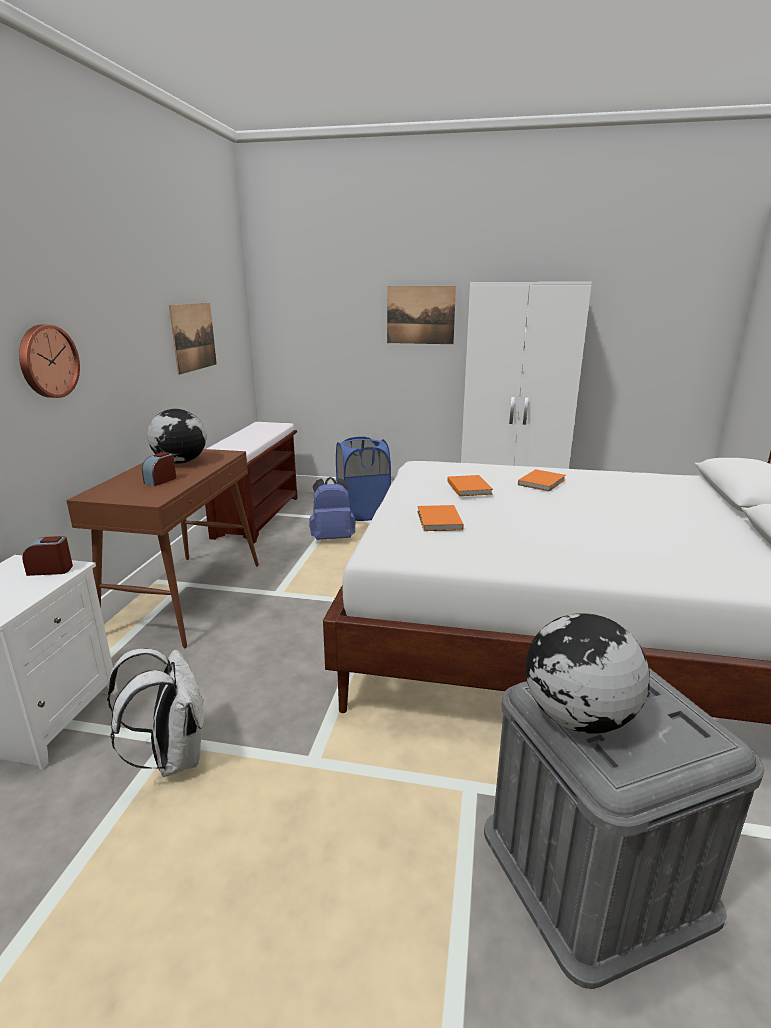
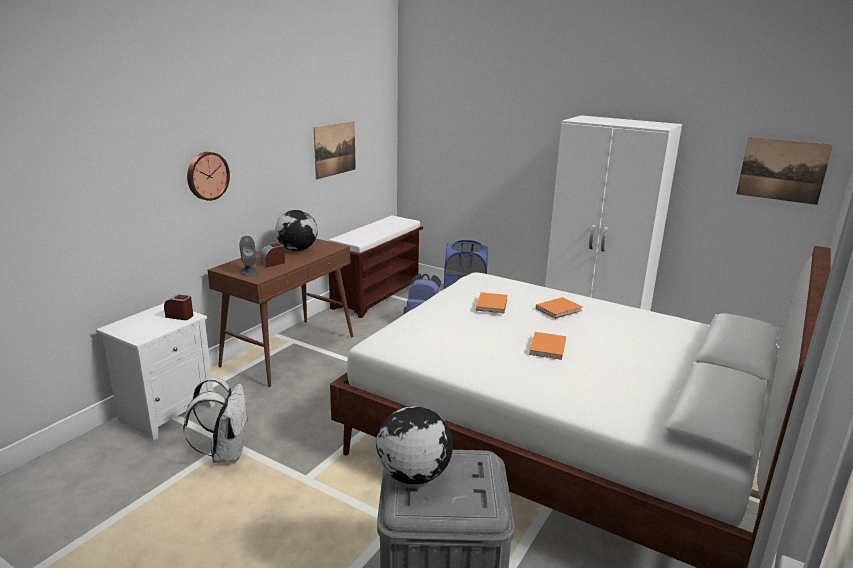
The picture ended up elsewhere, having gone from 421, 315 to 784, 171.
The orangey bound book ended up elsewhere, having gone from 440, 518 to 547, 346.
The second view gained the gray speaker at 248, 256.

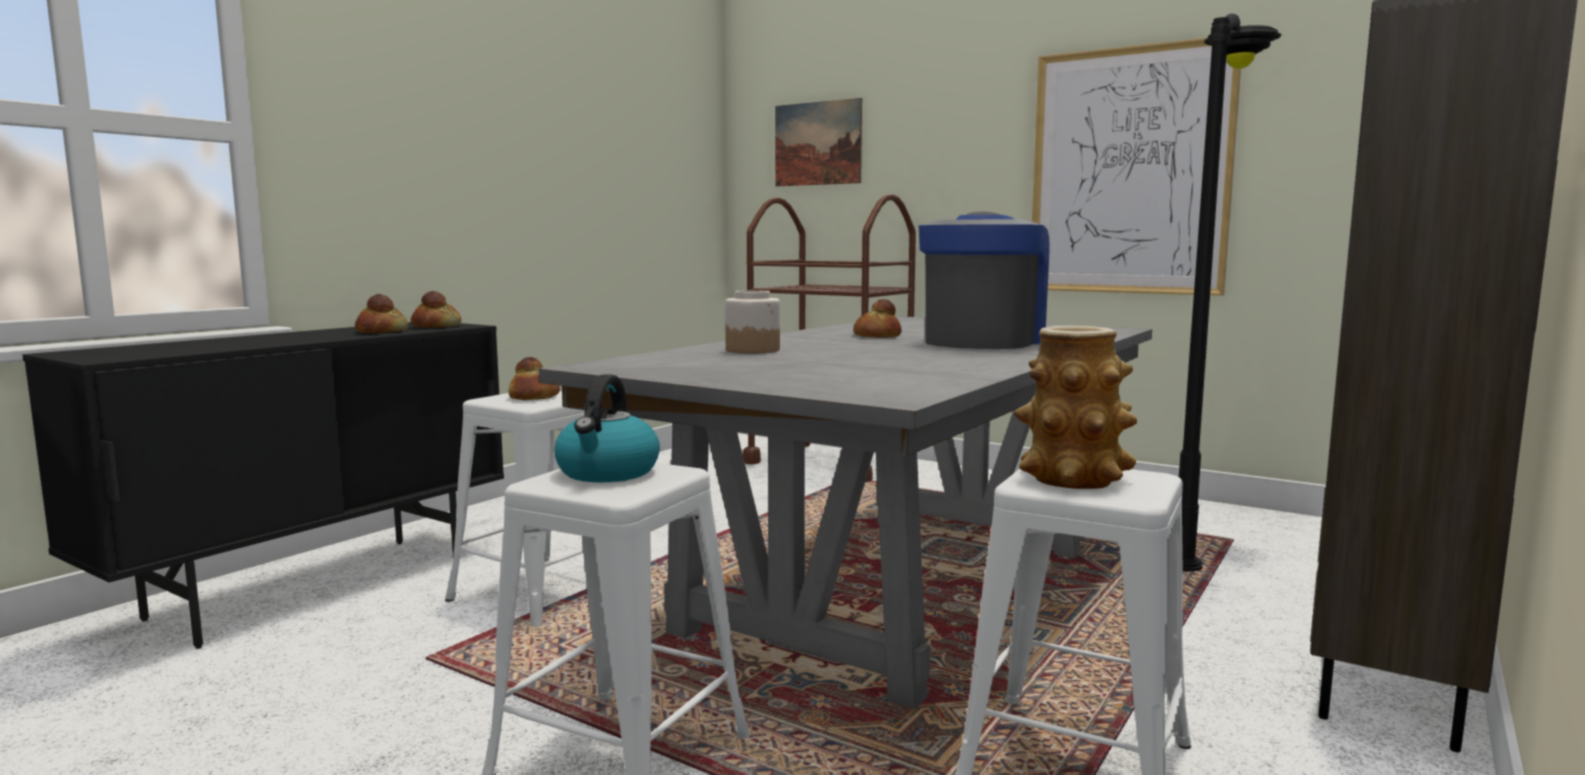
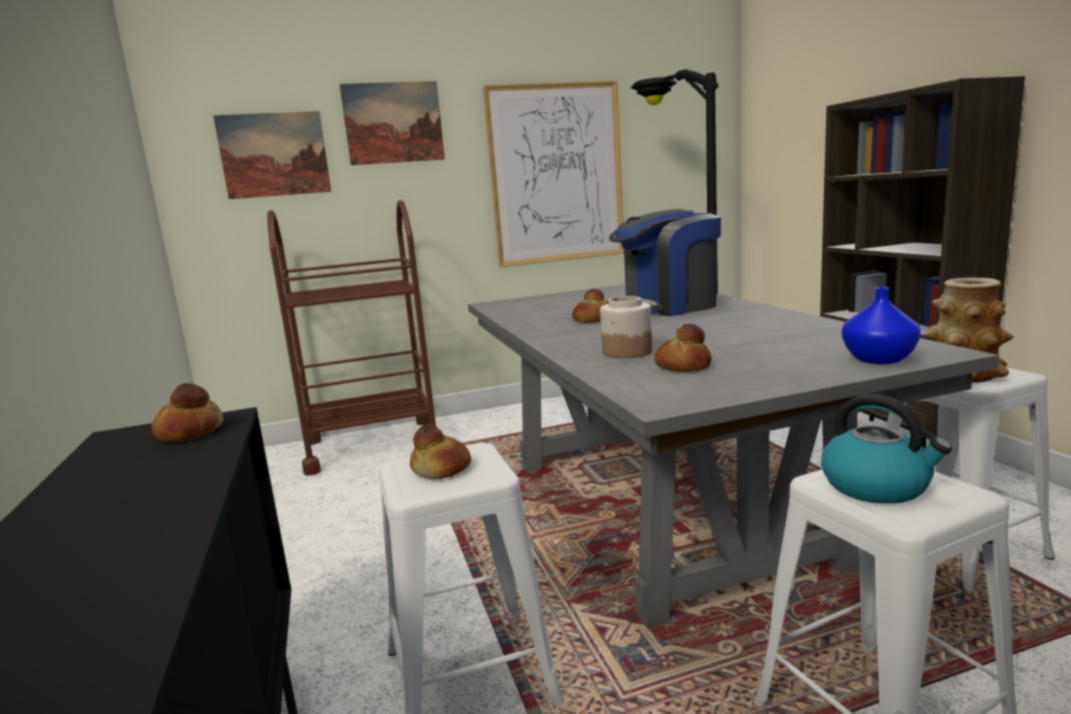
The bakery bread ended up elsewhere, having gone from 382, 313 to 683, 348.
The coffee brewer at 984, 280 ended up facing another way, 90 degrees counterclockwise from before.
The second view gained the picture at 392, 123.
The second view gained the bluish vase at 881, 325.

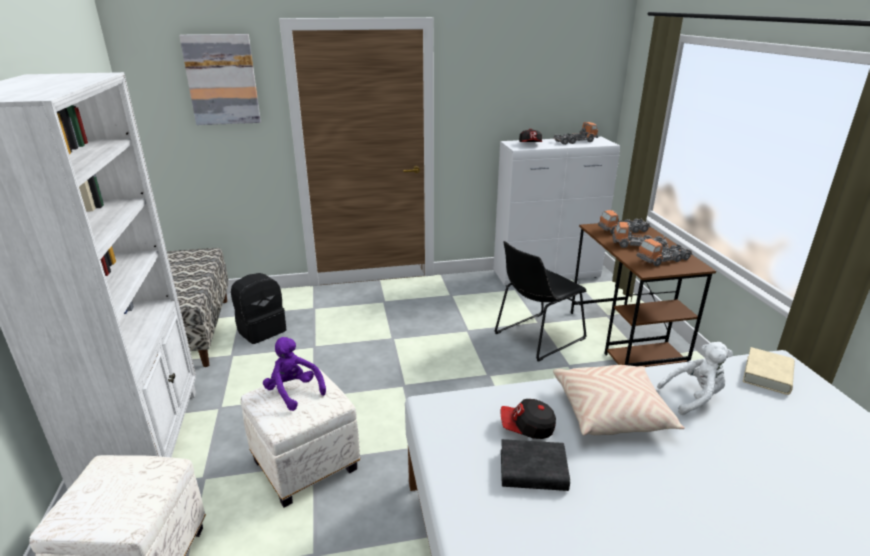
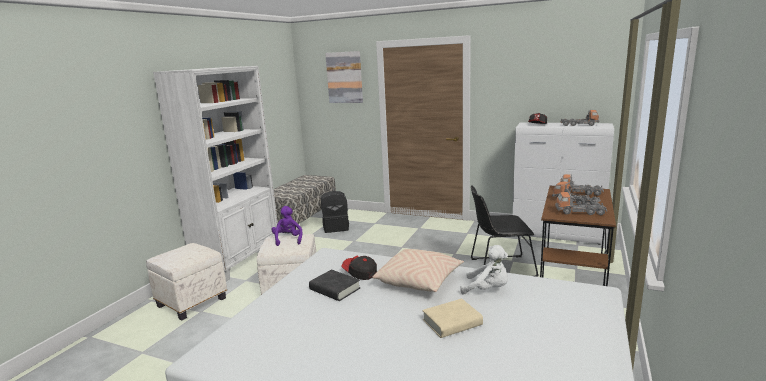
The beige bound book ended up elsewhere, having gone from 769, 371 to 452, 318.

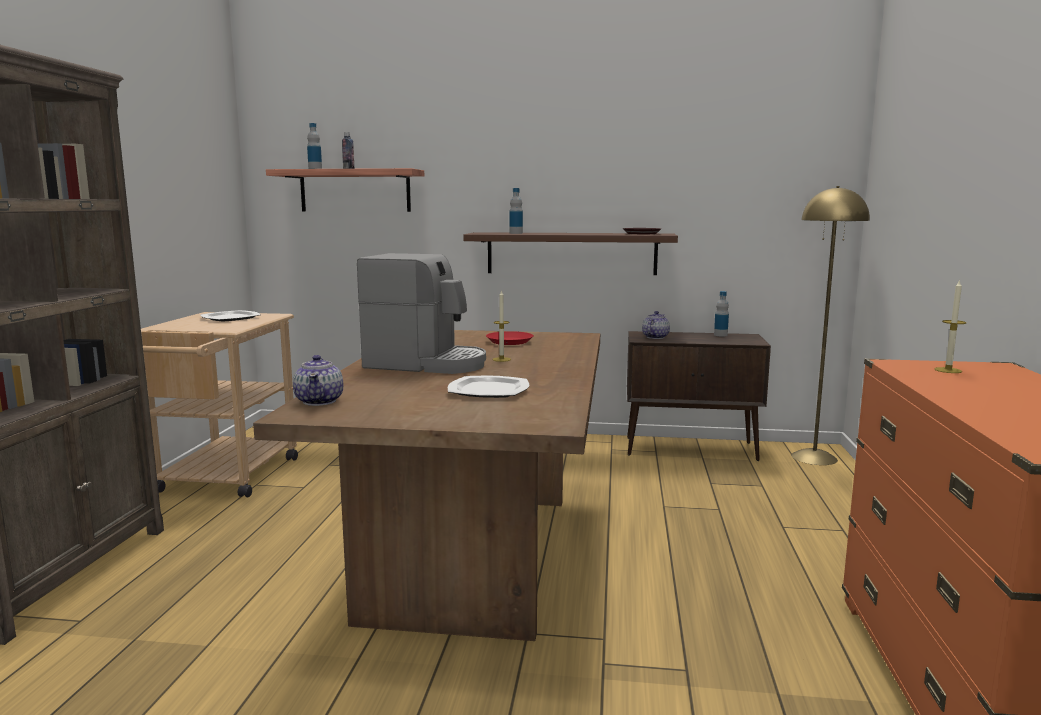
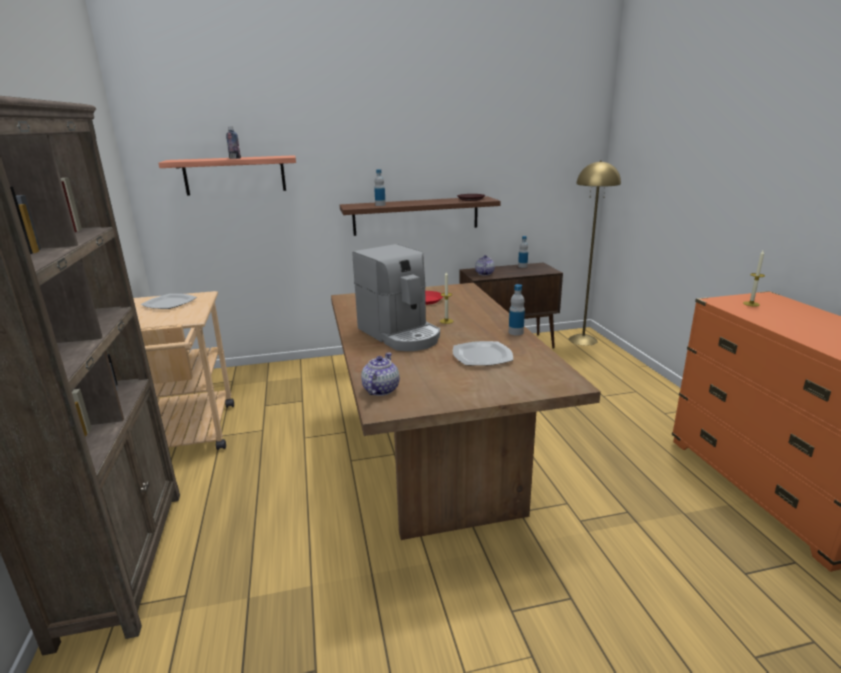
The teapot at 318, 380 ended up facing another way, 135 degrees counterclockwise from before.
The beverage bottle ended up elsewhere, having gone from 314, 146 to 517, 310.
The coffee brewer at 421, 313 ended up facing another way, 60 degrees clockwise from before.

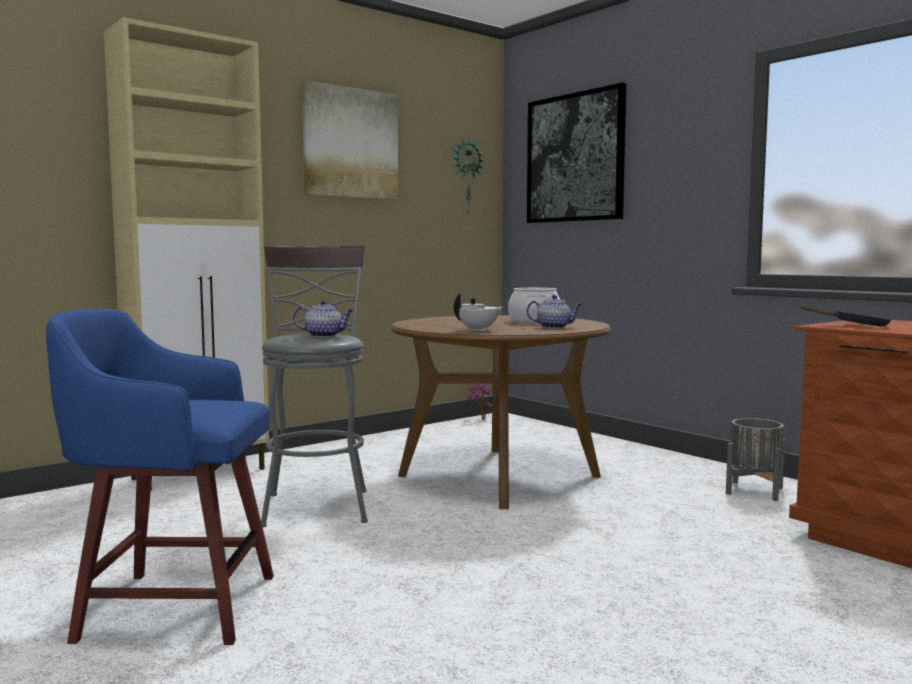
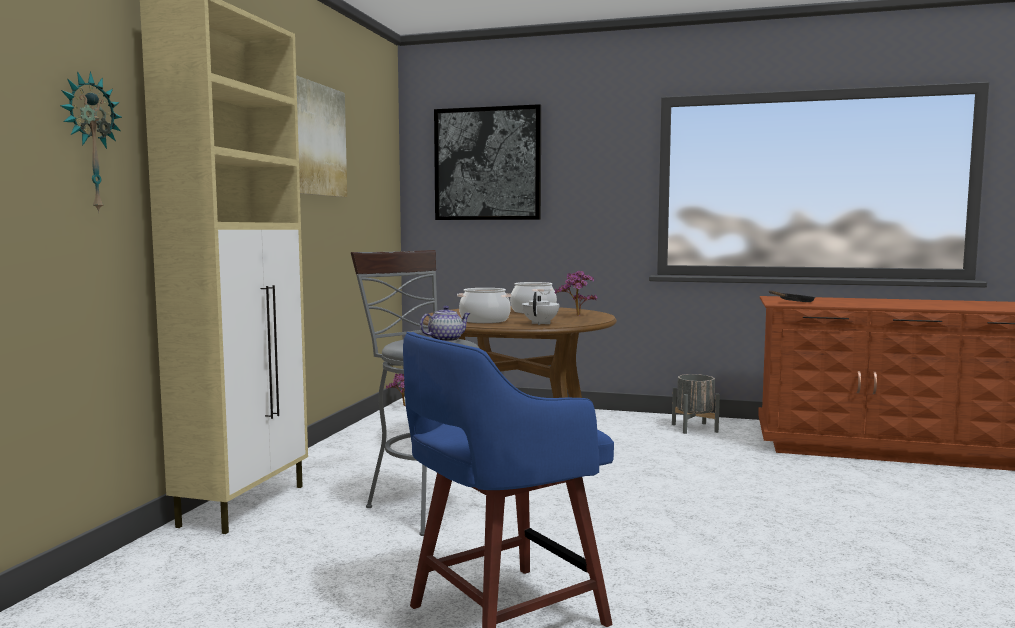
The wall clock ended up elsewhere, having gone from 468, 177 to 91, 142.
Where the teapot stood at 554, 311, the plant in a pot came to stand at 576, 293.
The second view gained the stockpot at 485, 305.

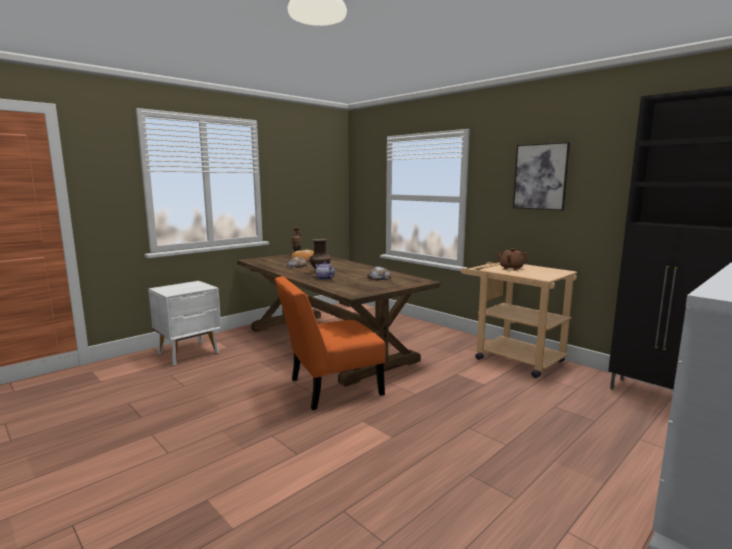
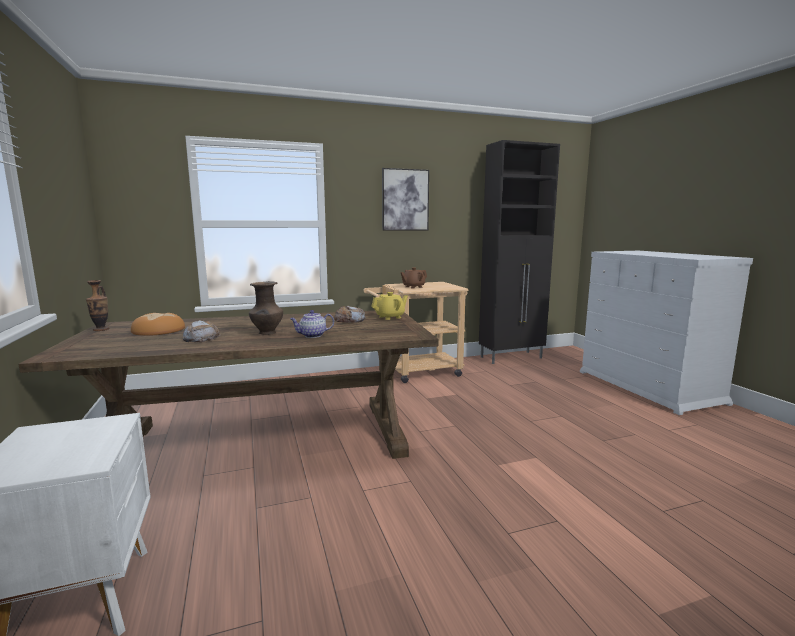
The second view lost the orangey upright chair at 330, 343.
The second view gained the yellow teapot at 389, 306.

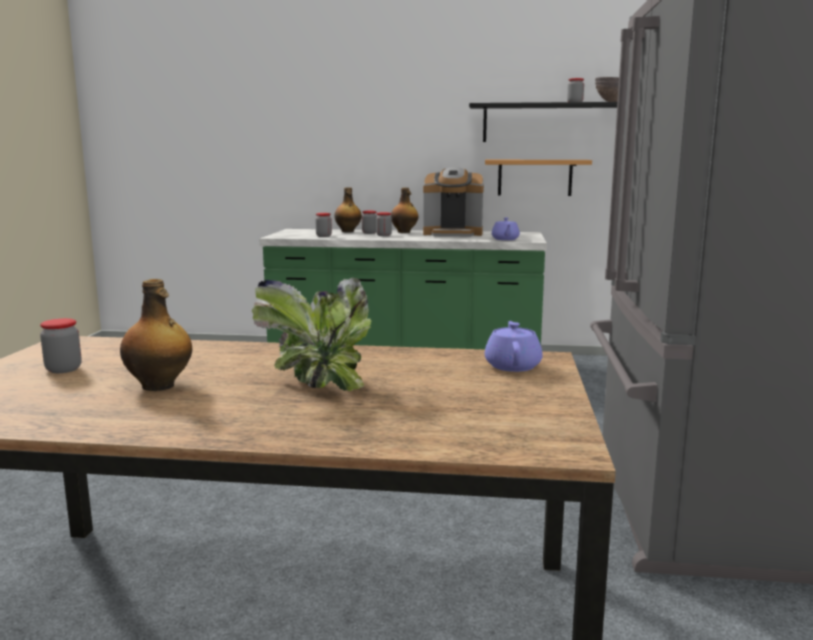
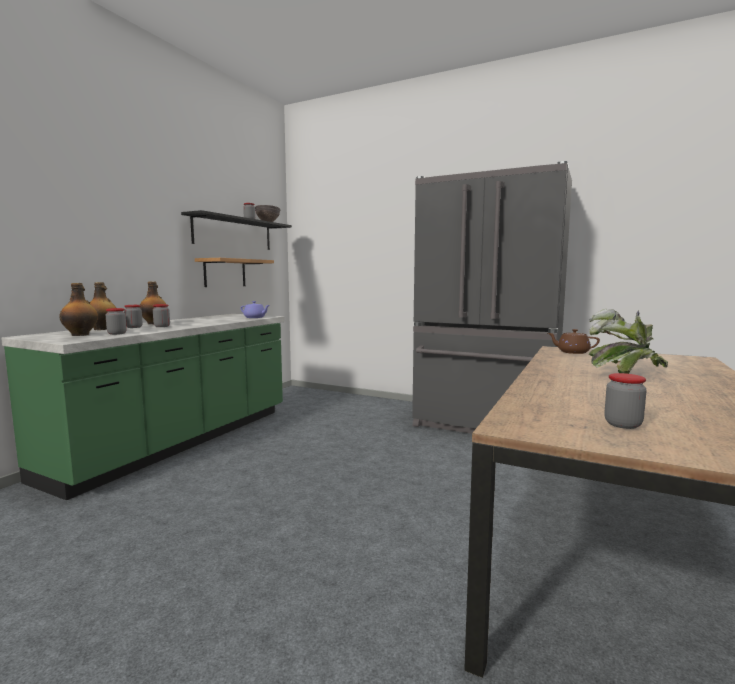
The beverage bottle ended up elsewhere, having gone from 156, 335 to 78, 309.
The second view lost the coffee brewer at 453, 202.
What was the purple-coloured teapot at 514, 346 turned into the brown teapot at 574, 341.

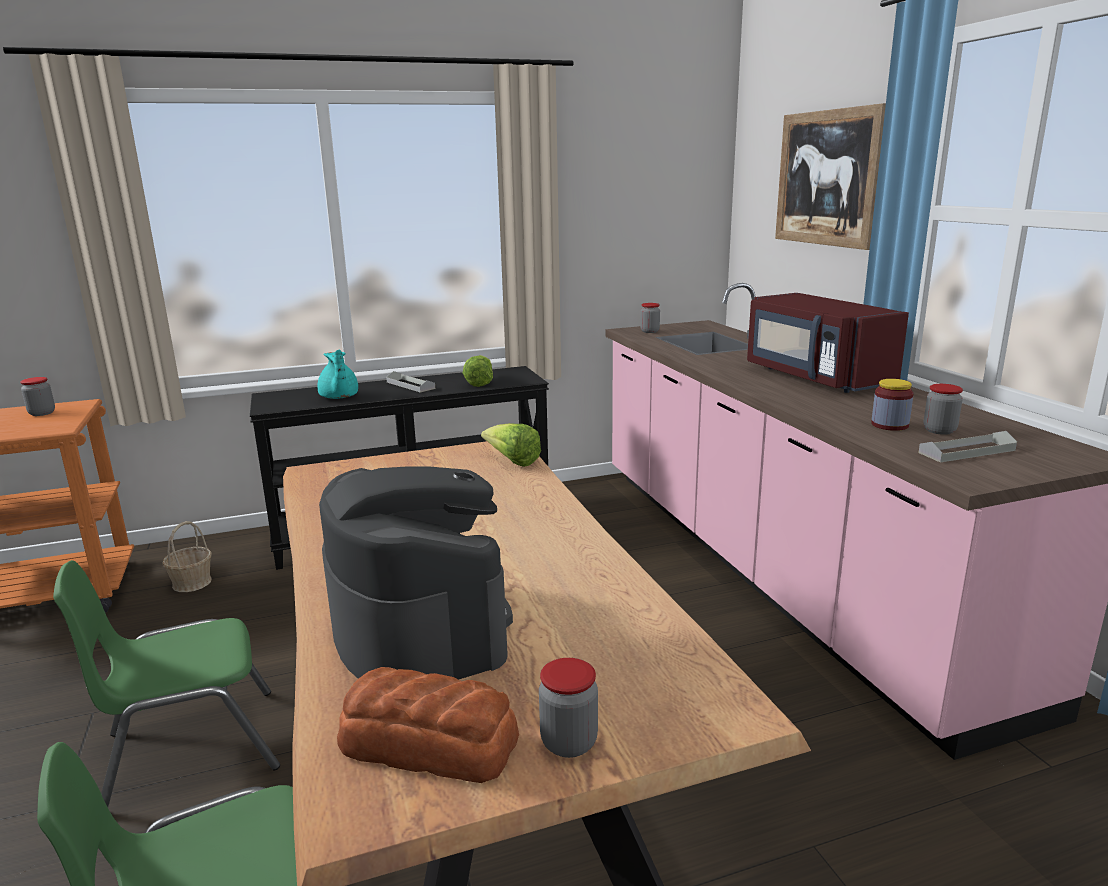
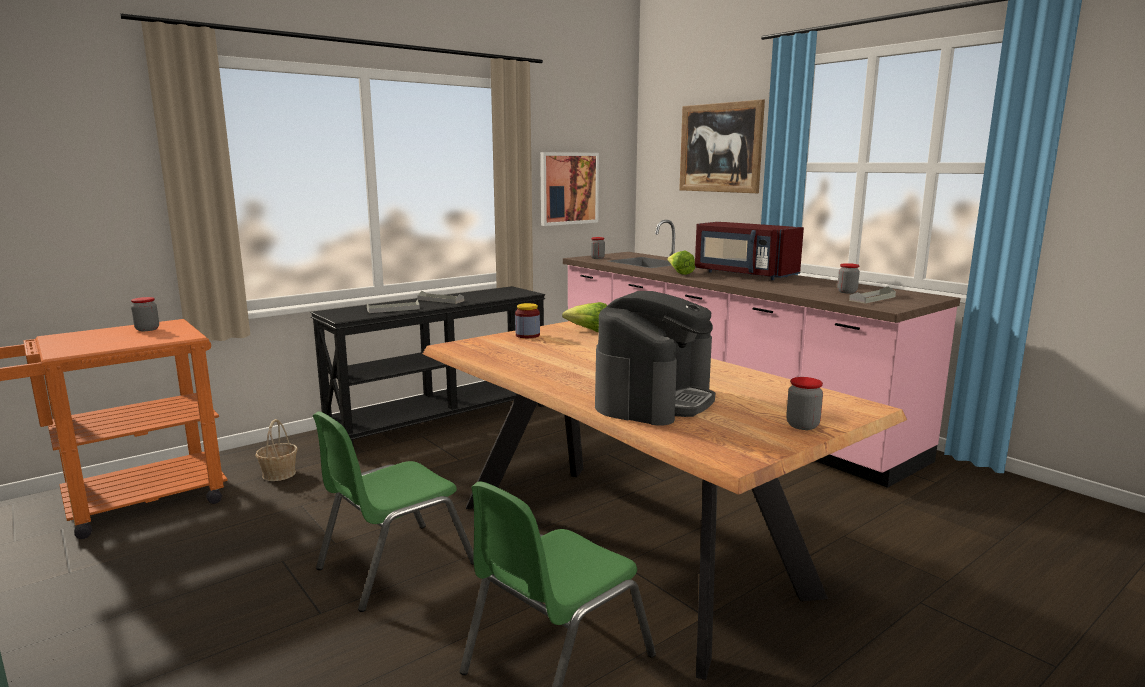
Where the turquoise-coloured teapot stood at 337, 374, the gray carrying tray came to stand at 393, 306.
The coffee brewer at 416, 573 ended up facing another way, 75 degrees clockwise from before.
The second view lost the bakery bread at 428, 725.
The lettuce ended up elsewhere, having gone from 478, 371 to 681, 263.
The jar ended up elsewhere, having gone from 892, 405 to 527, 320.
The second view gained the picture at 569, 189.

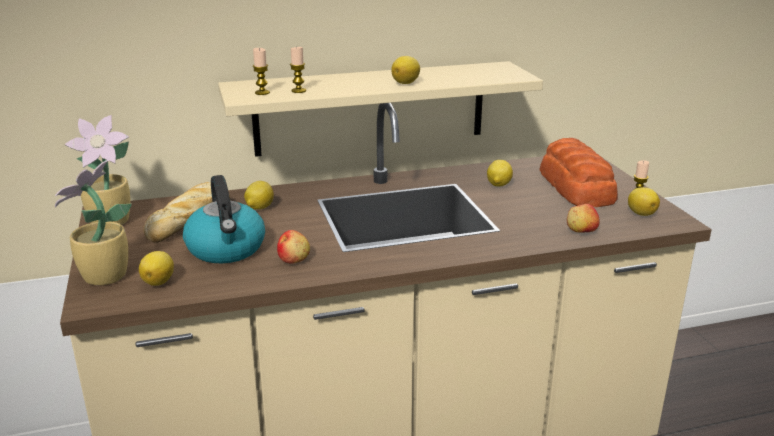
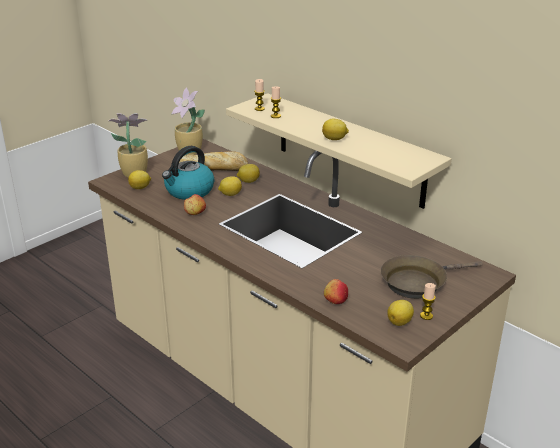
The lemon ended up elsewhere, having gone from 500, 173 to 230, 186.
Where the bakery bread stood at 578, 172, the brown skillet came to stand at 432, 277.

